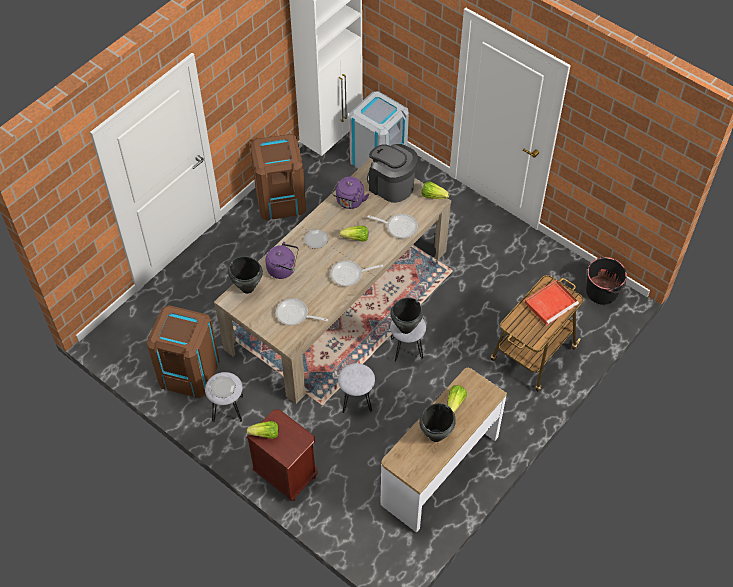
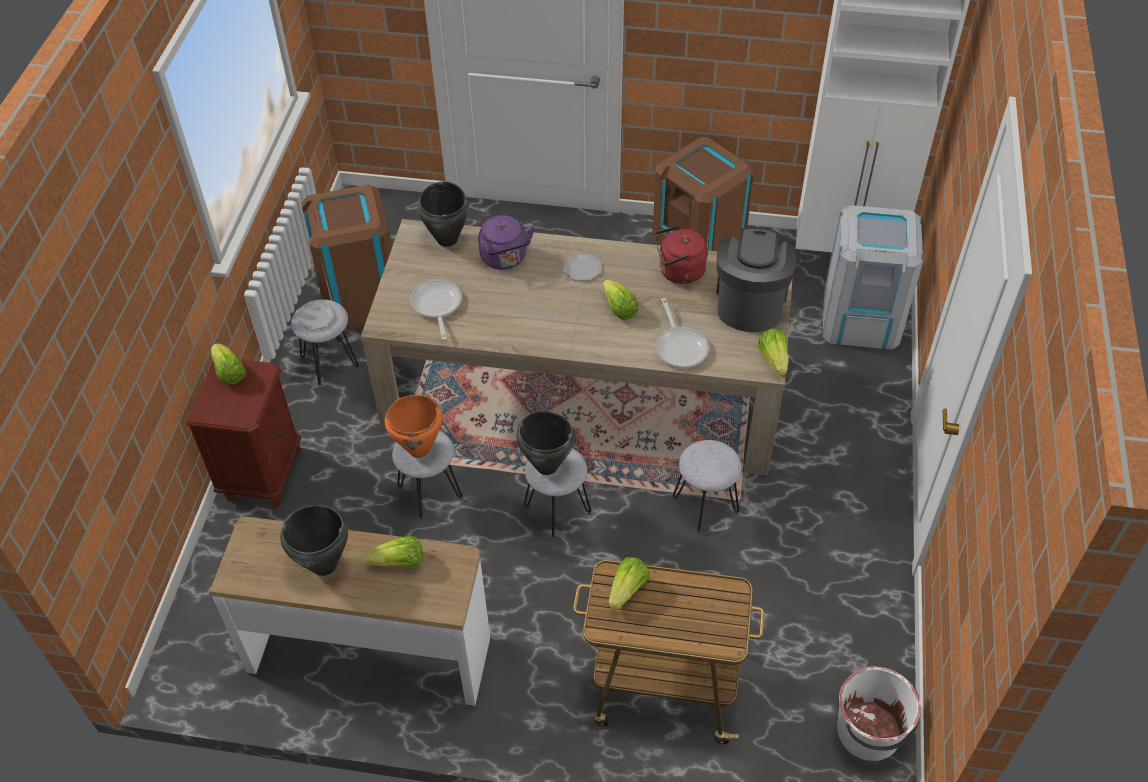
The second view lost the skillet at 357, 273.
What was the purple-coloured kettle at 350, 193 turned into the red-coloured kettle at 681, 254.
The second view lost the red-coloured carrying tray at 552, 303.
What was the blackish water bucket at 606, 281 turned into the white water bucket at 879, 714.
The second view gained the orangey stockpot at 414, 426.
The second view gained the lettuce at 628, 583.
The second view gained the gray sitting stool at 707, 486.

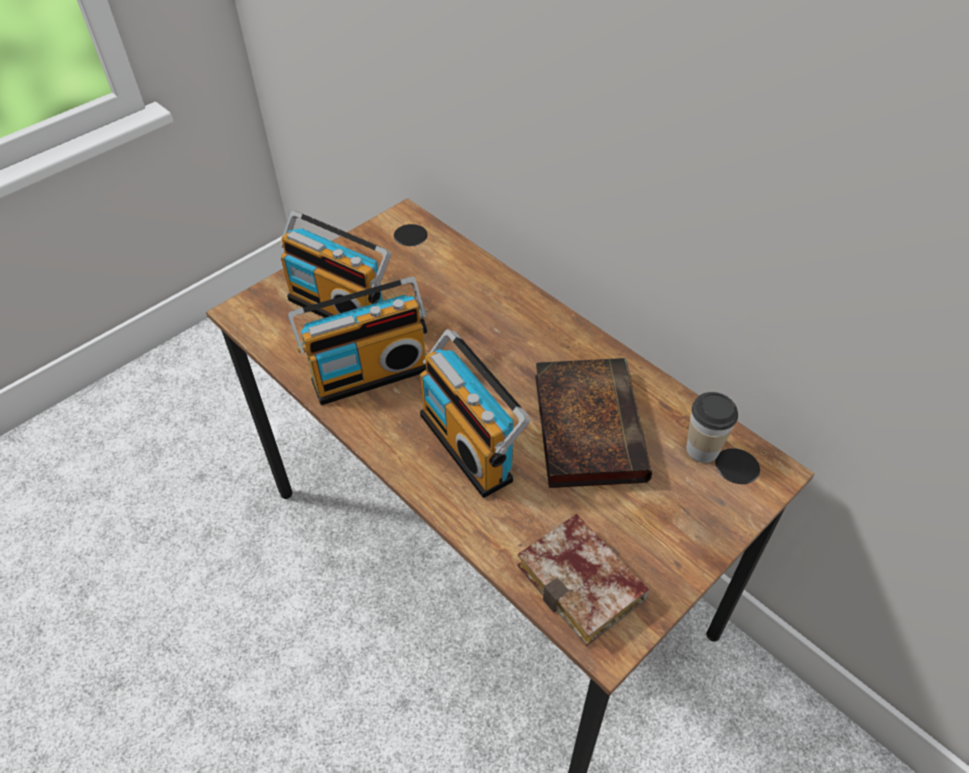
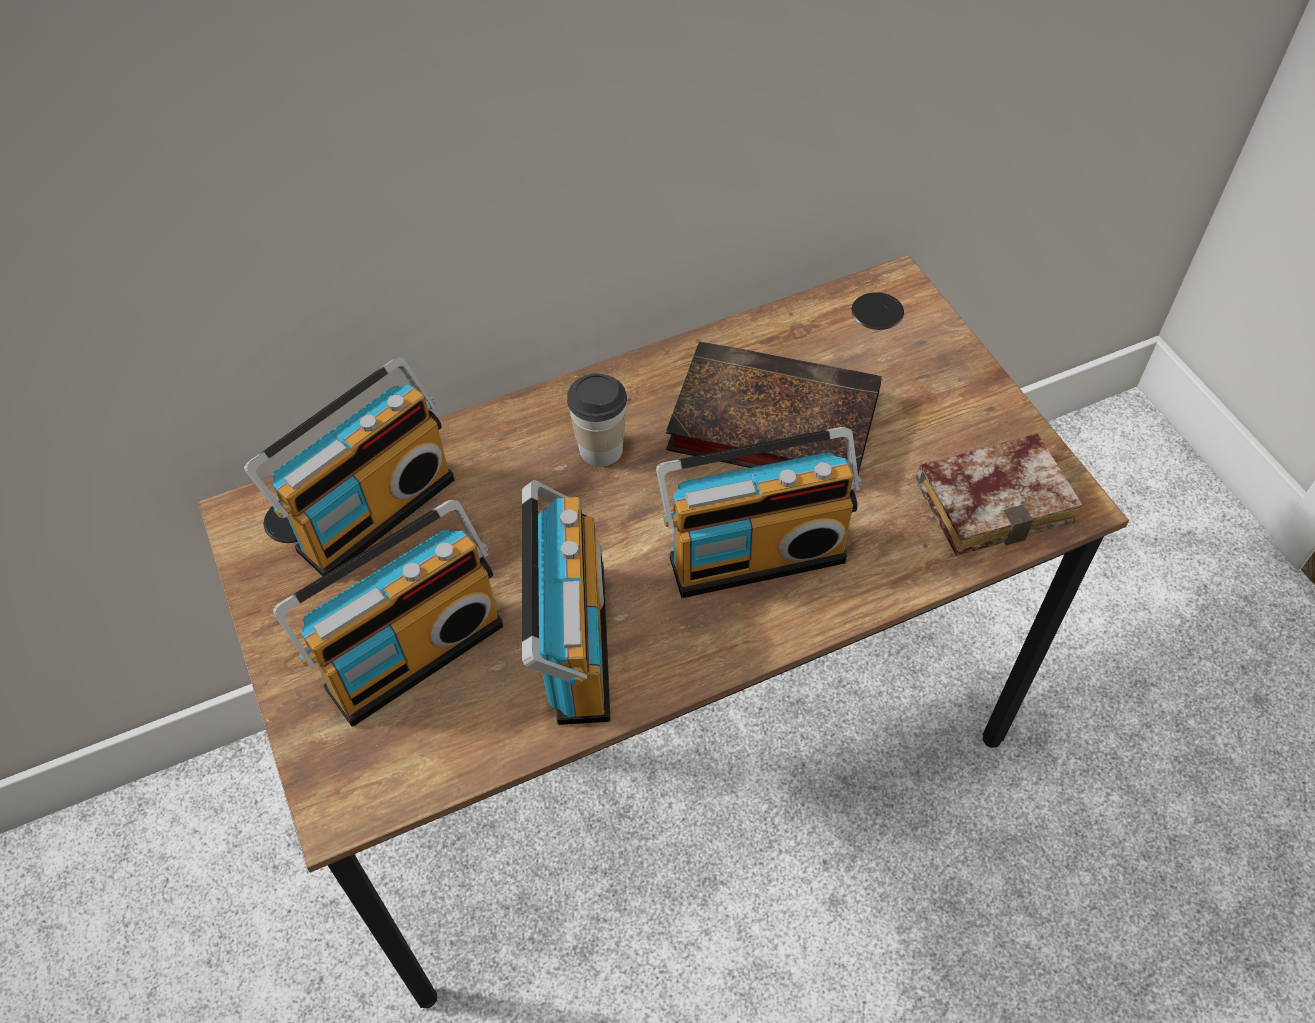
The drinking cup ended up elsewhere, having gone from 712, 427 to 597, 420.
The second view gained the radio set at 349, 466.

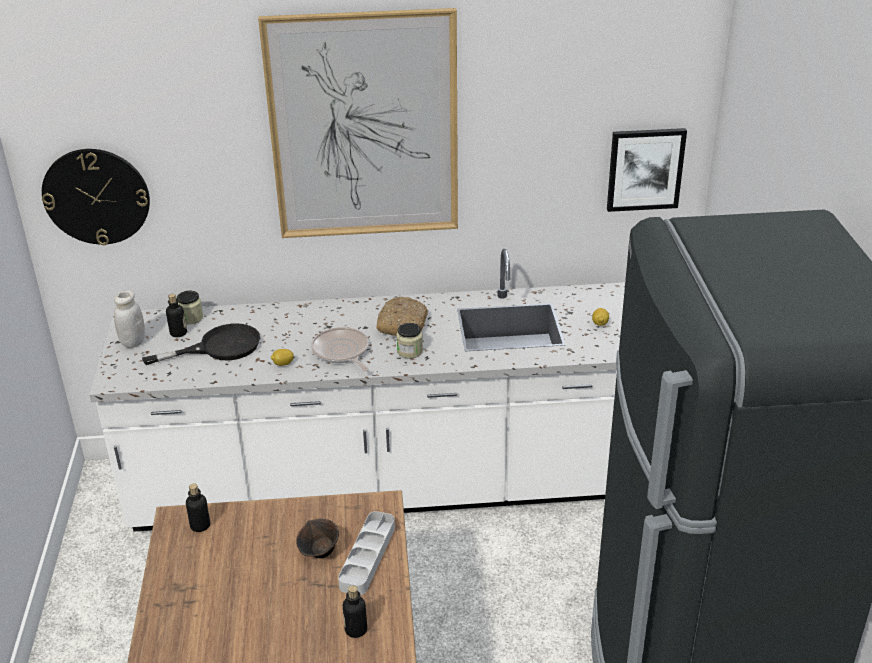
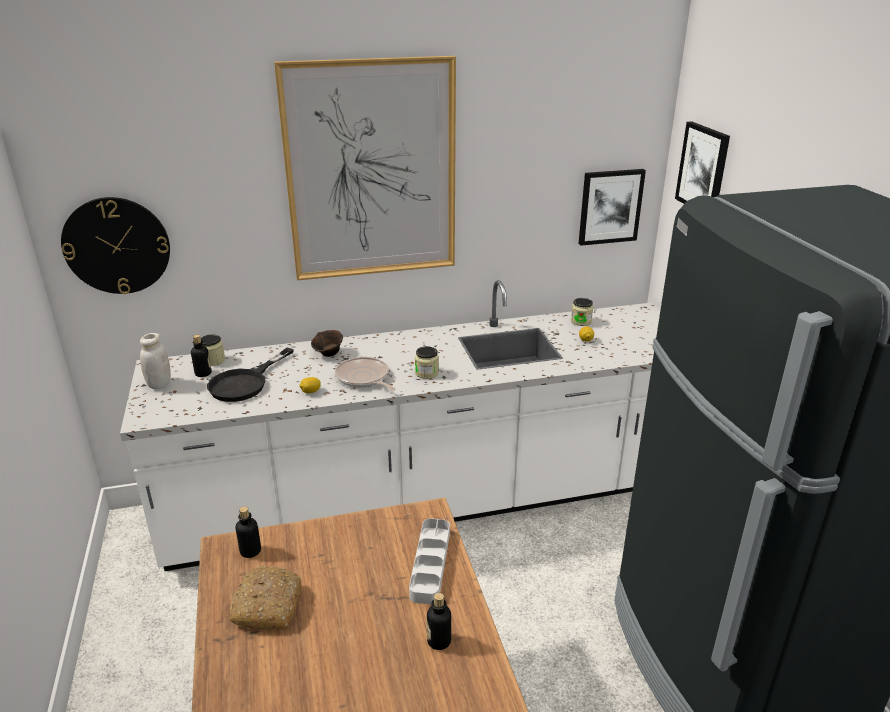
The blackish skillet at 201, 344 ended up facing another way, 150 degrees clockwise from before.
The brown serving bowl ended up elsewhere, having gone from 317, 538 to 327, 343.
The bakery bread ended up elsewhere, having gone from 402, 316 to 265, 597.
The second view gained the jar at 582, 312.
The second view gained the picture at 702, 162.

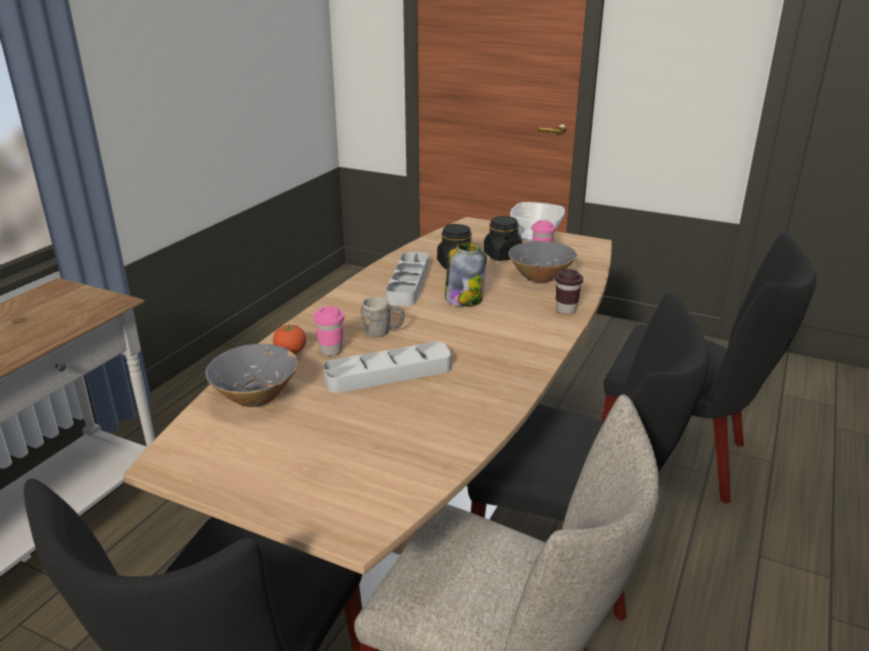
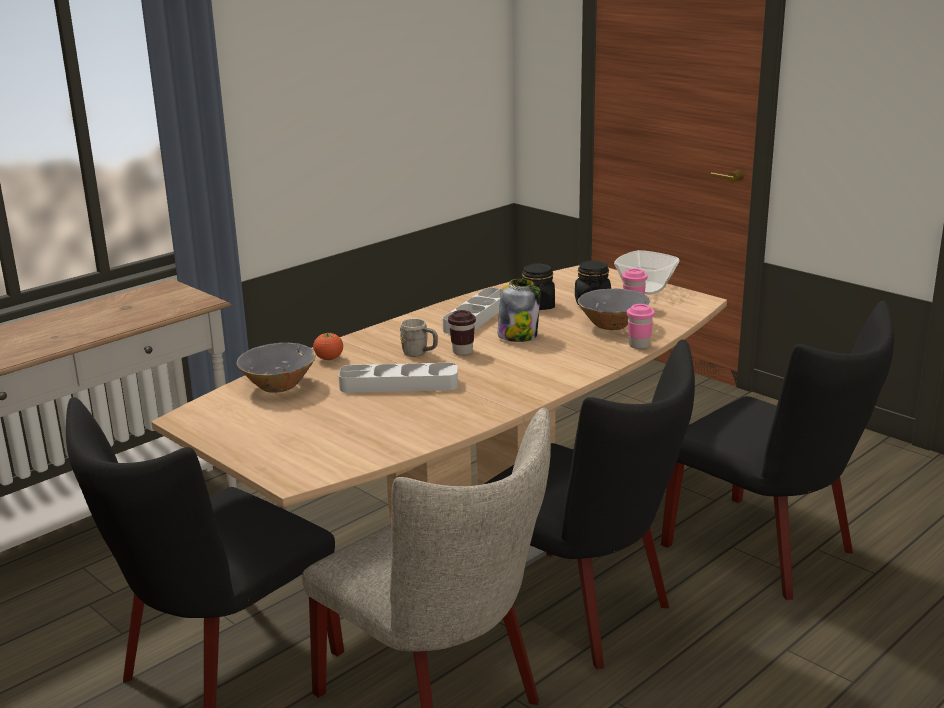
The pink drinking cup ended up elsewhere, having gone from 328, 331 to 641, 326.
The brown drinking cup ended up elsewhere, having gone from 569, 291 to 462, 332.

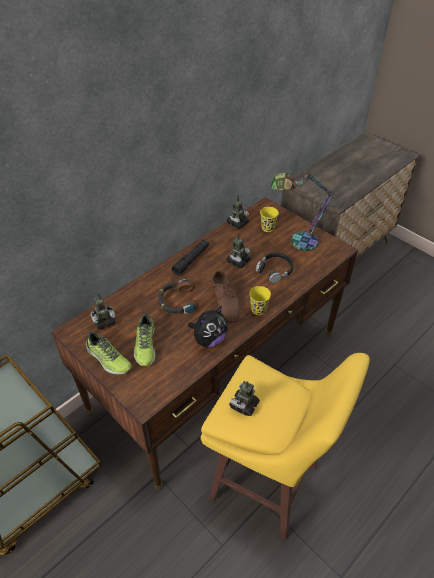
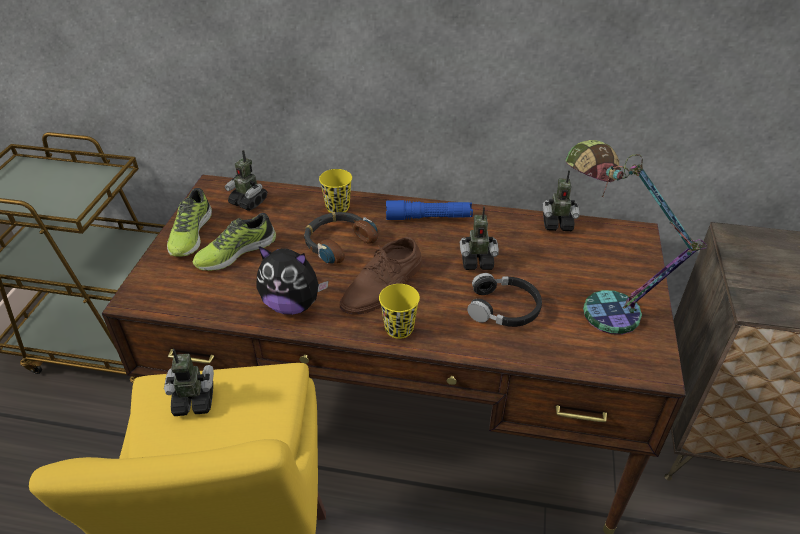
What was the blackish hand torch at 190, 258 turned into the bluish hand torch at 429, 210.
The yellow drinking cup ended up elsewhere, having gone from 269, 219 to 335, 191.

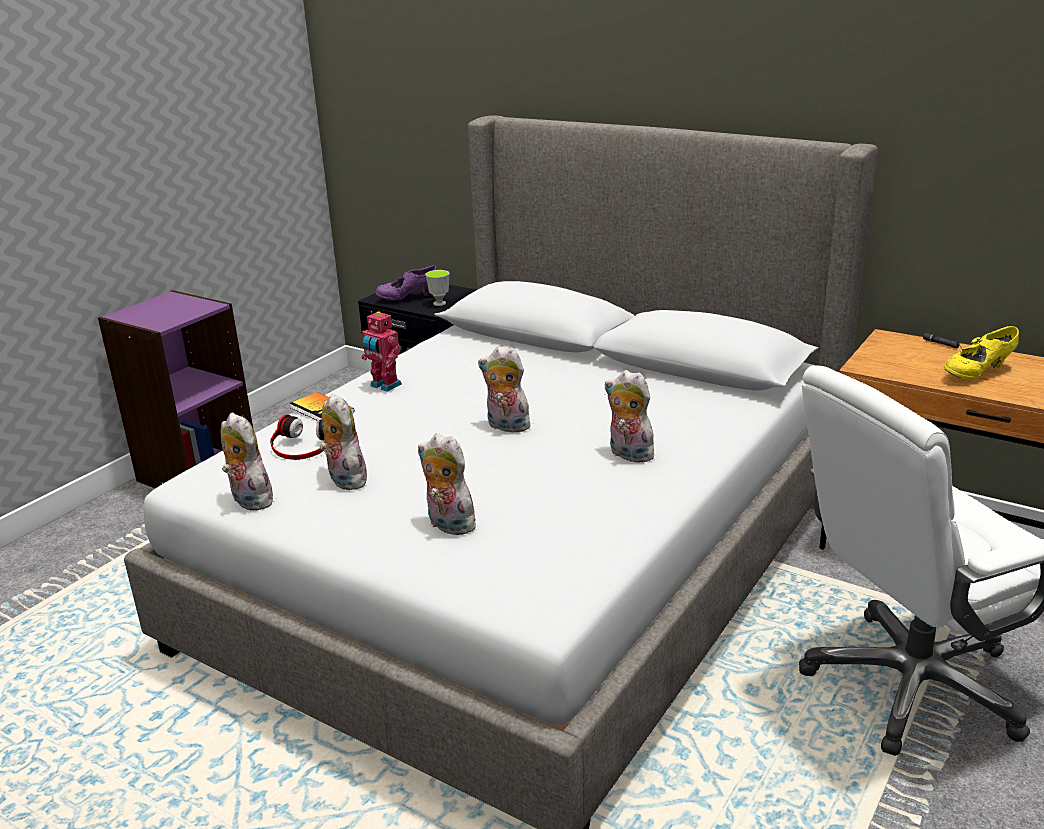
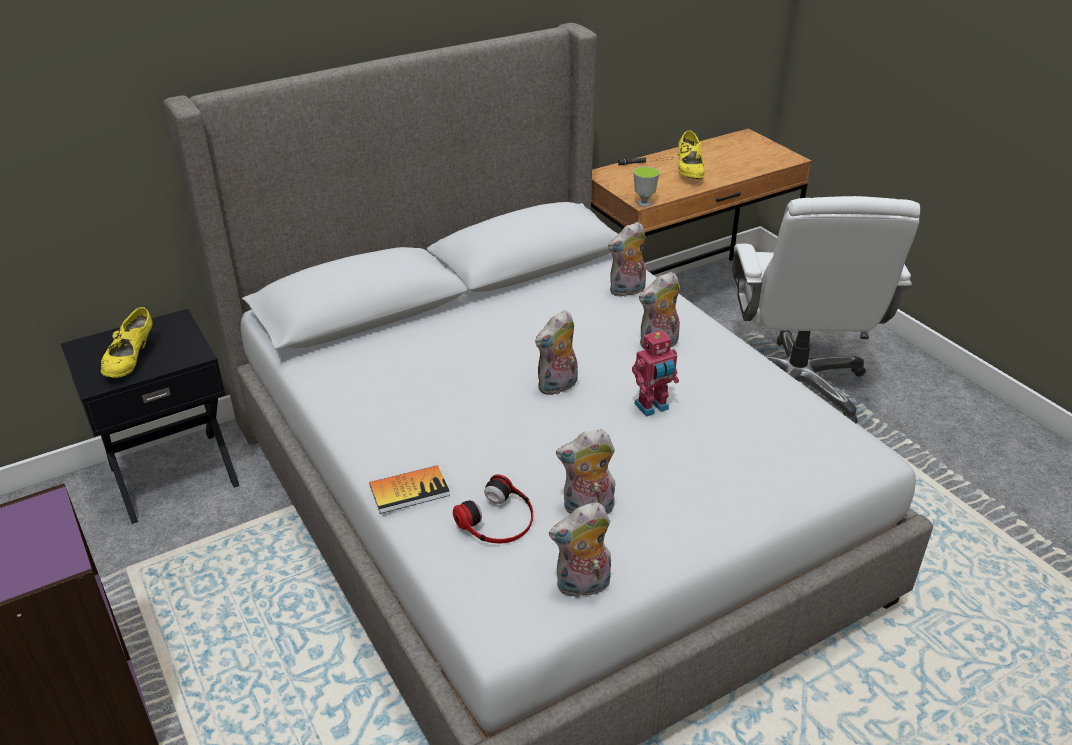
The robot figure ended up elsewhere, having gone from 382, 351 to 655, 373.
What was the purple-coloured shoe at 406, 283 turned into the yellow shoe at 126, 342.
The soft toy ended up elsewhere, having gone from 447, 484 to 627, 259.
The drinking cup ended up elsewhere, having gone from 437, 288 to 646, 186.

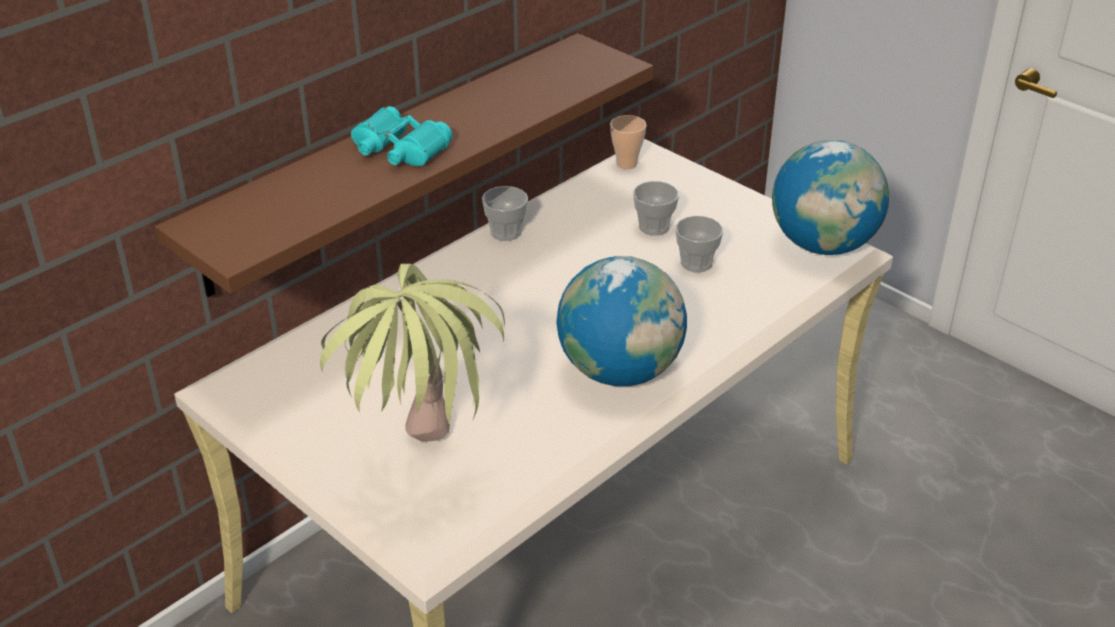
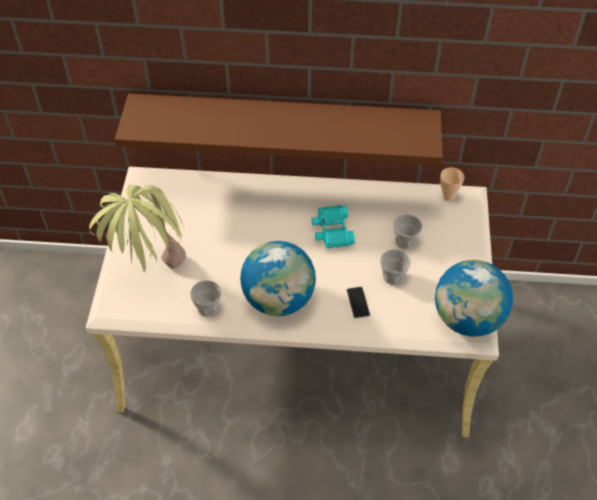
The turquoise-coloured pair of binoculars ended up elsewhere, having gone from 401, 136 to 333, 227.
The drinking cup ended up elsewhere, having gone from 505, 213 to 205, 298.
The second view gained the phone at 358, 303.

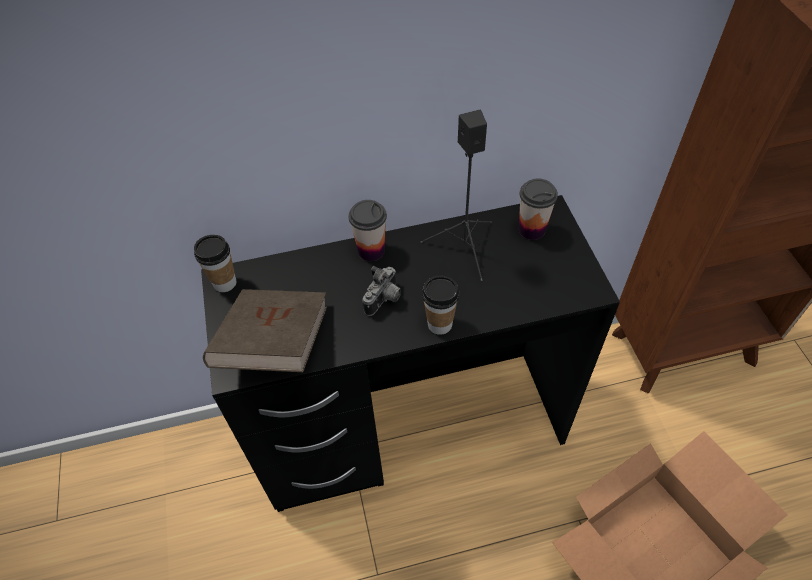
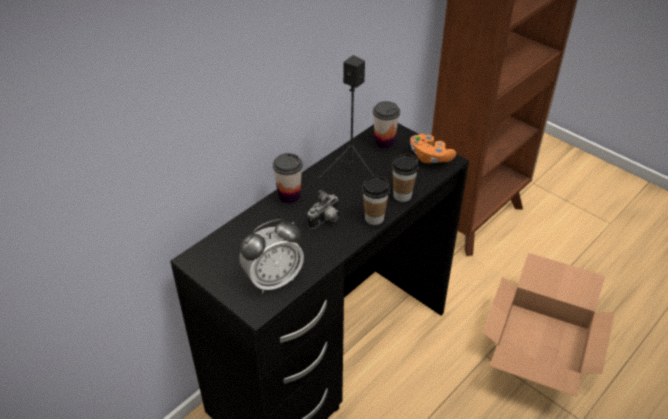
The drinking cup ended up elsewhere, having gone from 215, 263 to 405, 178.
Where the brown bound book stood at 265, 330, the table clock came to stand at 272, 256.
The still camera at 382, 291 ended up facing another way, 45 degrees clockwise from before.
The second view gained the orangey game controller at 433, 148.

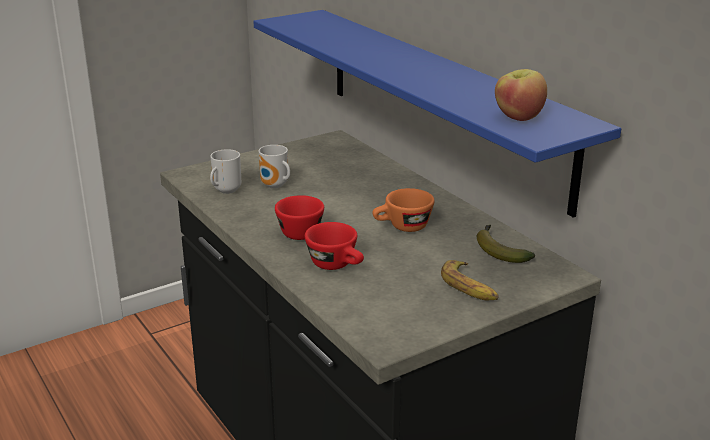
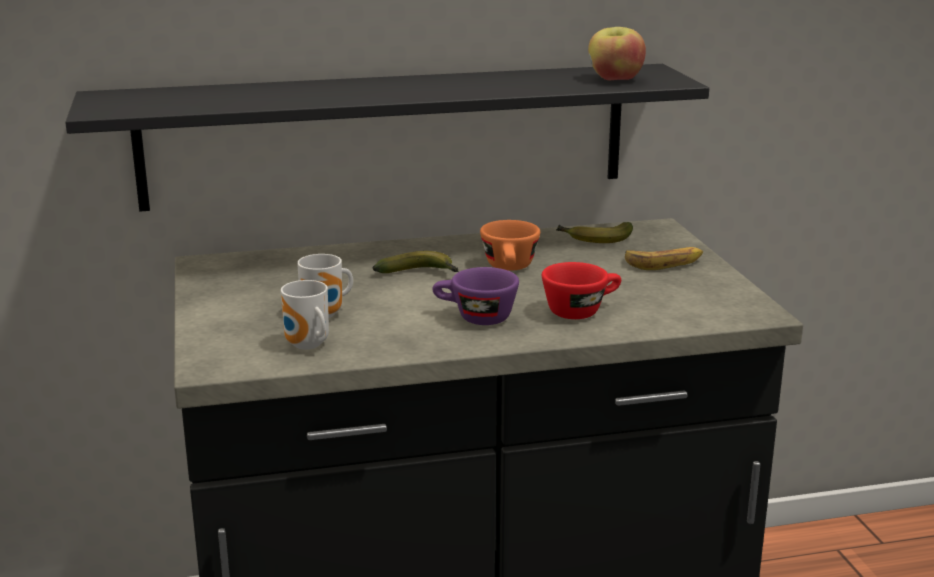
What was the bluish wall shelf at 437, 114 turned into the blackish wall shelf at 387, 138.
What was the red-coloured drinking cup at 299, 217 turned into the purple-coloured drinking cup at 475, 296.
The second view gained the banana at 416, 262.

